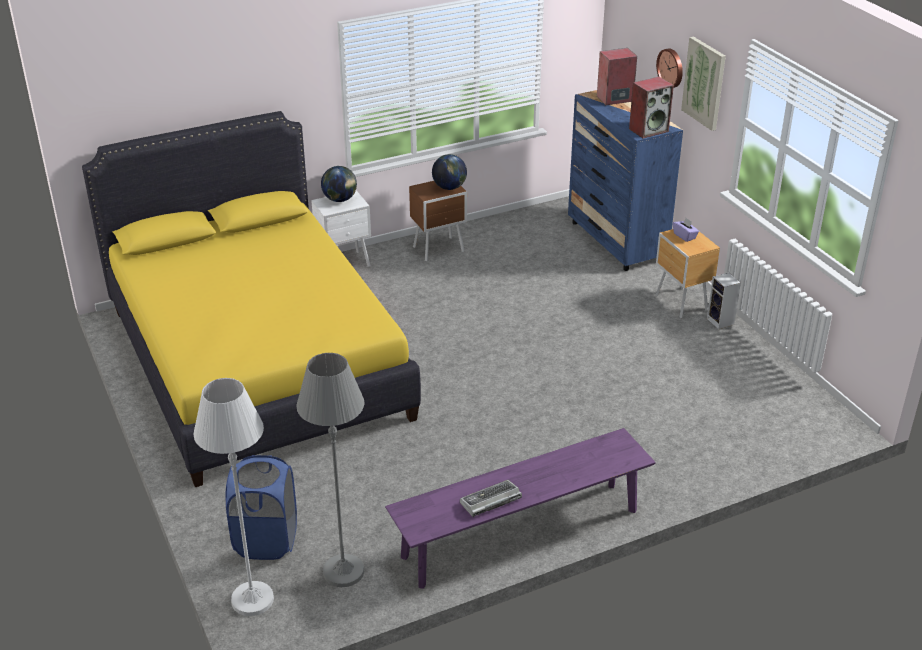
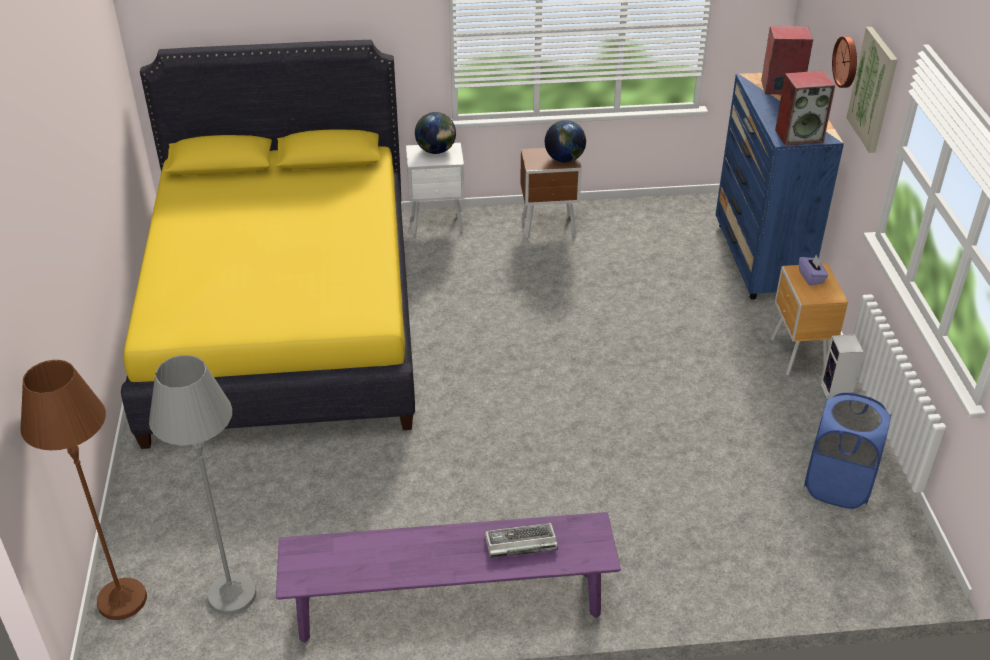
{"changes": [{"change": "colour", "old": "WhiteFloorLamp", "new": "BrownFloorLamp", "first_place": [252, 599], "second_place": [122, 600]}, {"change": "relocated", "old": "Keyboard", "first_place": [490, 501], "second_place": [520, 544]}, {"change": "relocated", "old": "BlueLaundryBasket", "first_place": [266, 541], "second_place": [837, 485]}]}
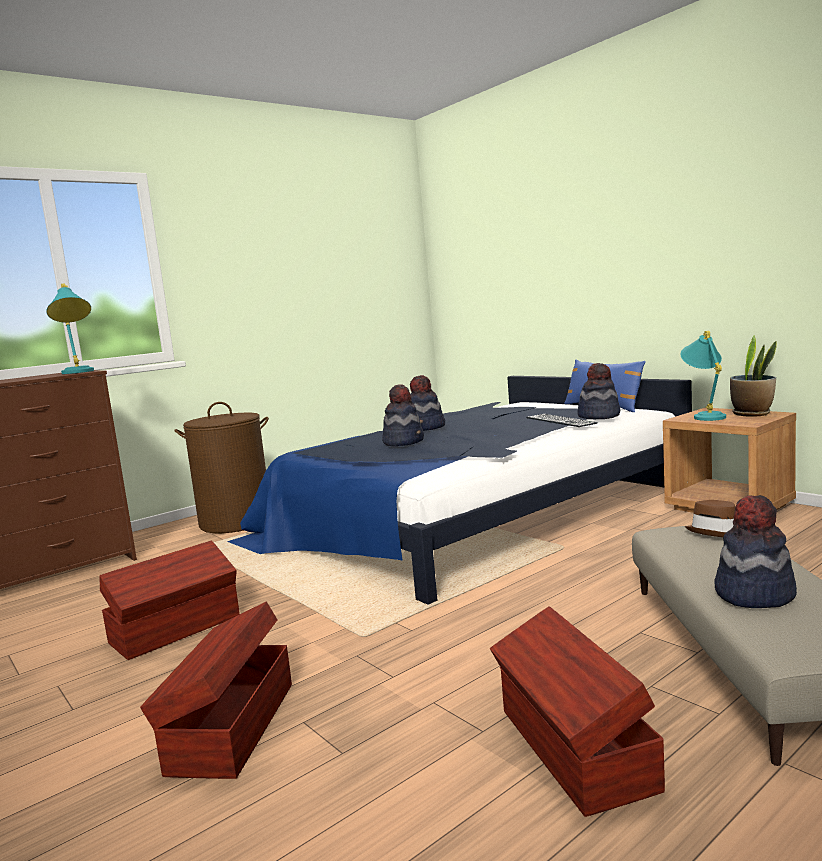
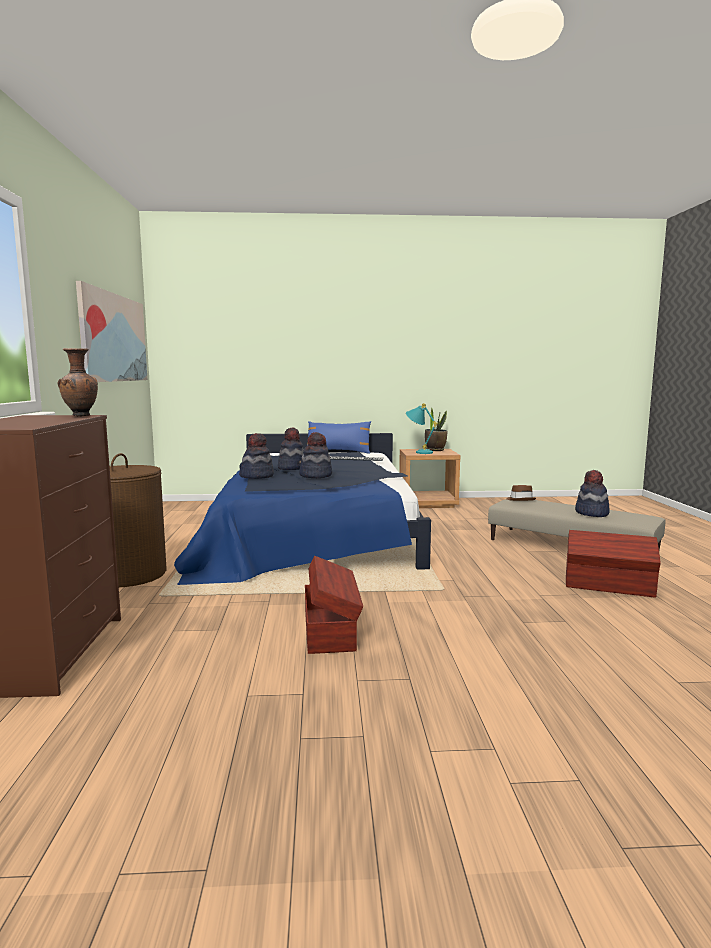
{"changes": [{"change": "exchanged", "old": "TurquoiseTableLamp", "new": "BrownVase", "first_place": [78, 372], "second_place": [81, 416]}, {"change": "appeared", "new": "Picture", "second_place": [115, 338]}, {"change": "relocated", "old": "Hat", "first_place": [599, 416], "second_place": [257, 476]}, {"change": "missing", "old": "BrownStorageBox", "first_place": [230, 727]}]}
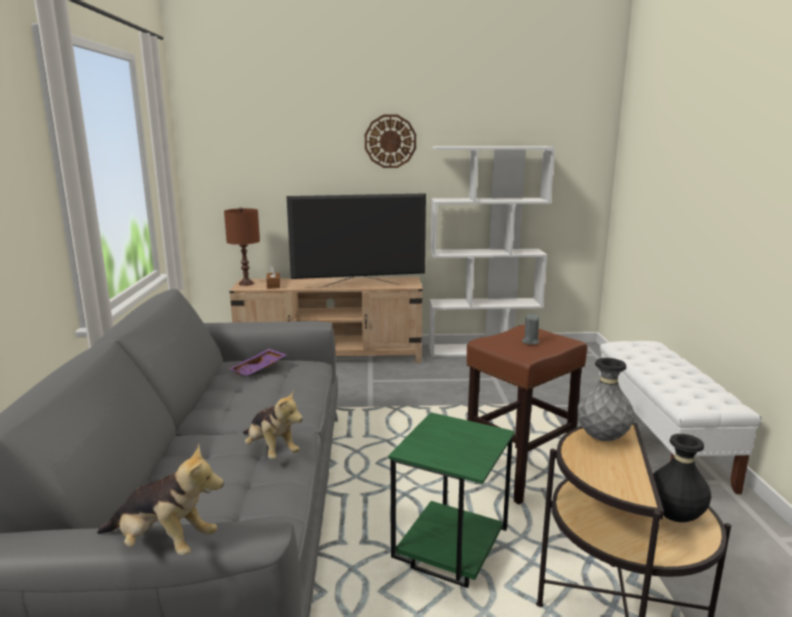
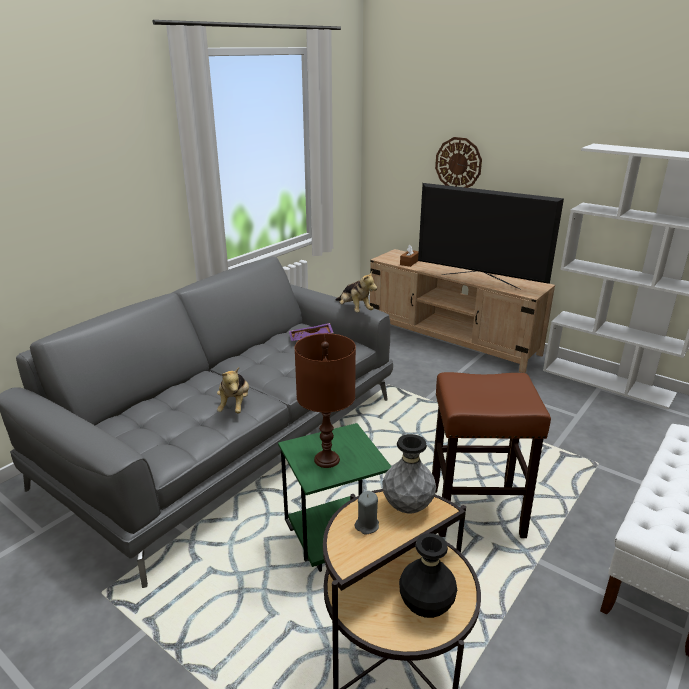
{"changes": [{"change": "relocated", "old": "BrownTableLamp", "first_place": [246, 284], "second_place": [326, 460]}, {"change": "relocated", "old": "PlushToy", "first_place": [163, 544], "second_place": [354, 310]}, {"change": "relocated", "old": "GreyCandle", "first_place": [530, 342], "second_place": [367, 525]}, {"change": "relocated", "old": "WallClock", "first_place": [390, 141], "second_place": [458, 163]}]}
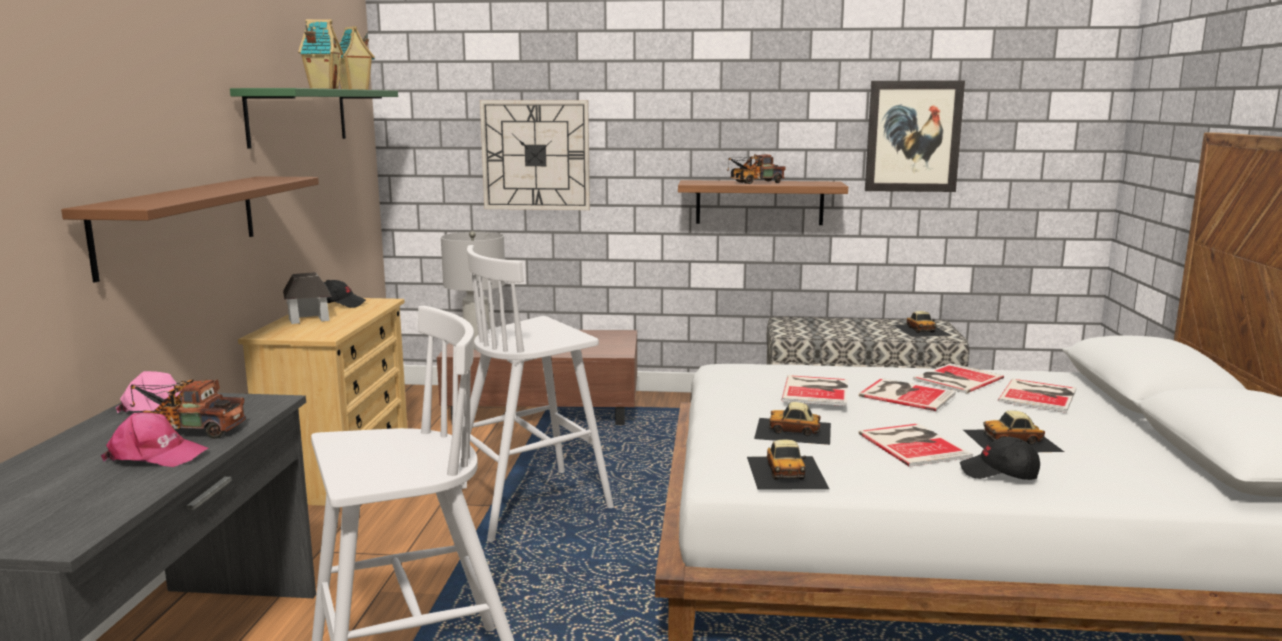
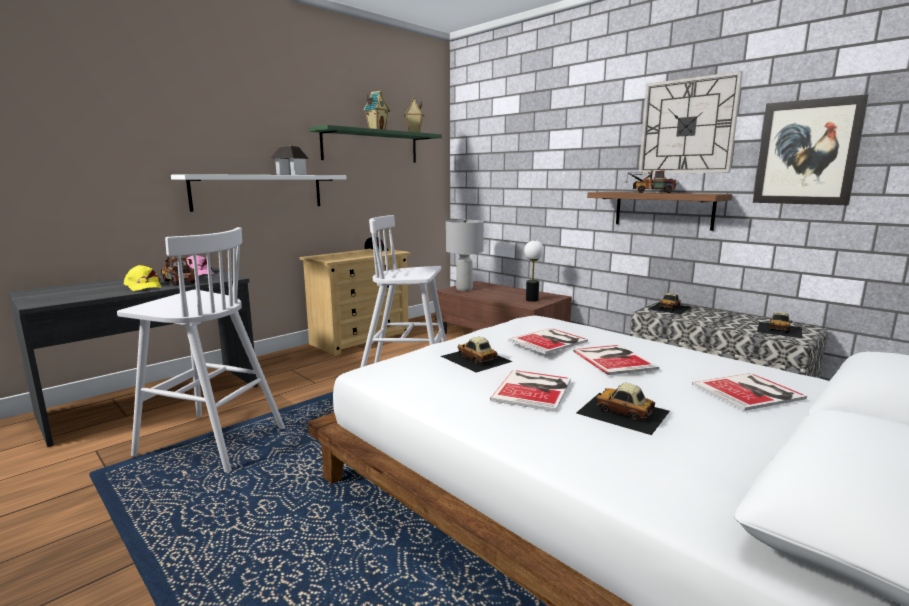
{"changes": [{"change": "colour", "old": "PinkCap", "new": "YellowCap", "first_place": [156, 455], "second_place": [143, 286]}, {"change": "colour", "old": "BrownShelf", "new": "WhiteShelf", "first_place": [179, 223], "second_place": [259, 192]}, {"change": "relocated", "old": "ToyHouse", "first_place": [309, 318], "second_place": [291, 174]}, {"change": "appeared", "new": "TableLamp", "second_place": [532, 300]}, {"change": "relocated", "old": "WallClock", "first_place": [536, 155], "second_place": [687, 126]}, {"change": "relocated", "old": "ToyCar", "first_place": [786, 472], "second_place": [670, 308]}, {"change": "missing", "old": "Book", "first_place": [955, 379]}, {"change": "missing", "old": "BlackCap", "first_place": [999, 473]}]}
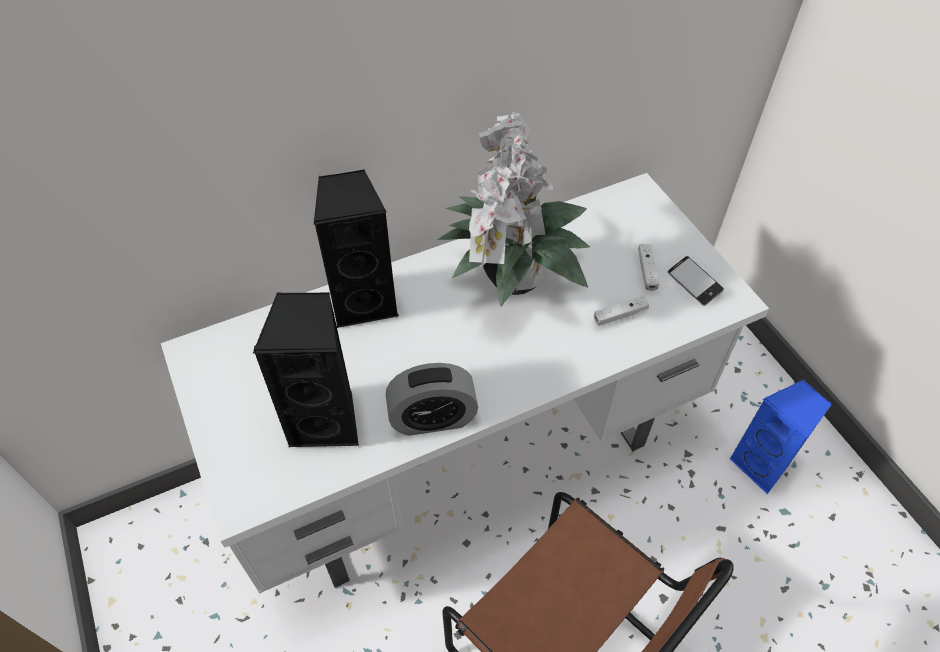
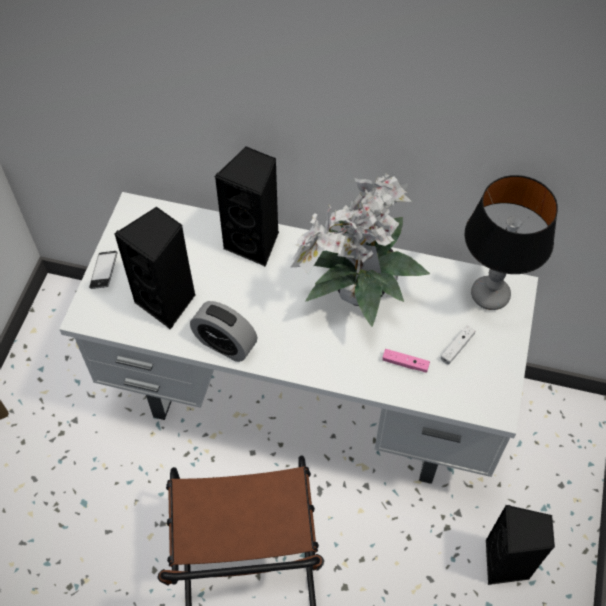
{"changes": [{"change": "relocated", "old": "Phone", "first_place": [694, 284], "second_place": [104, 272]}, {"change": "colour", "old": "WhiteGameController", "new": "PinkGameController", "first_place": [620, 315], "second_place": [405, 363]}, {"change": "appeared", "new": "TableLamp", "second_place": [489, 295]}, {"change": "colour", "old": "BlueSpeaker", "new": "BlackSpeaker", "first_place": [762, 465], "second_place": [506, 564]}]}
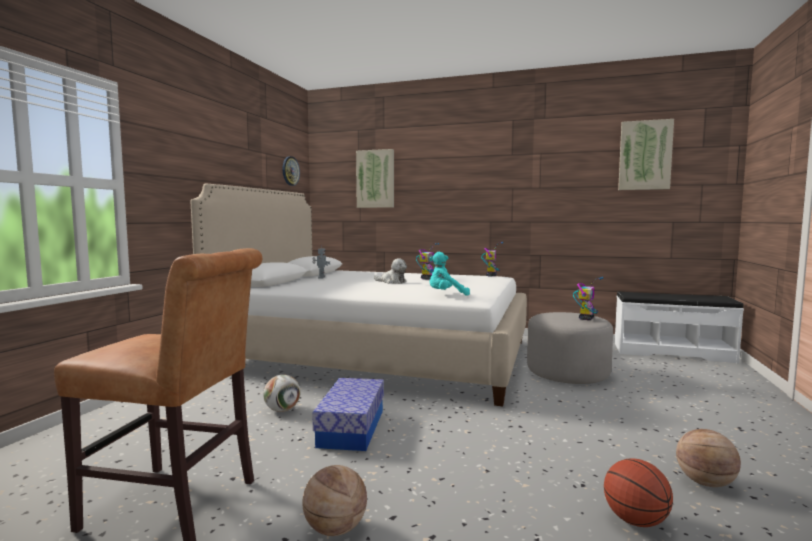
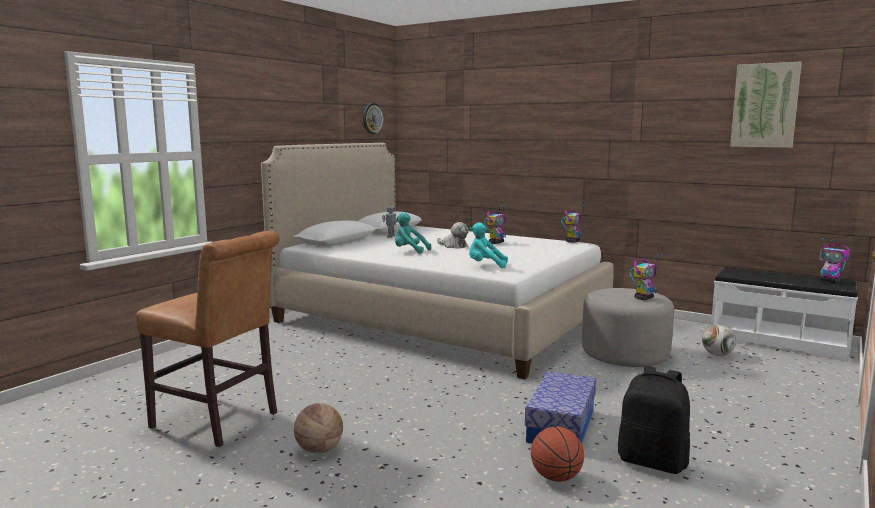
{"changes": [{"change": "appeared", "new": "TurquoisePlushToy", "second_place": [409, 251]}, {"change": "relocated", "old": "StorageBox", "first_place": [351, 428], "second_place": [561, 426]}, {"change": "exchanged", "old": "Basketball", "new": "BlackBackpack", "first_place": [705, 482], "second_place": [653, 461]}, {"change": "relocated", "old": "Football", "first_place": [282, 410], "second_place": [717, 354]}, {"change": "appeared", "new": "ToyRobot", "second_place": [830, 281]}, {"change": "missing", "old": "Picture", "first_place": [375, 179]}]}
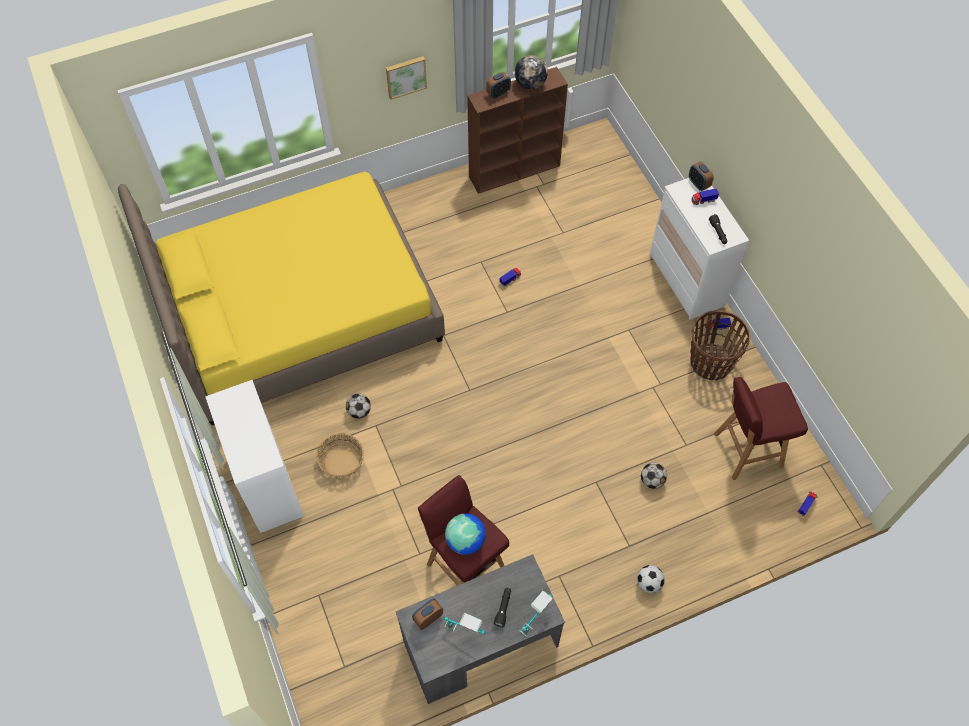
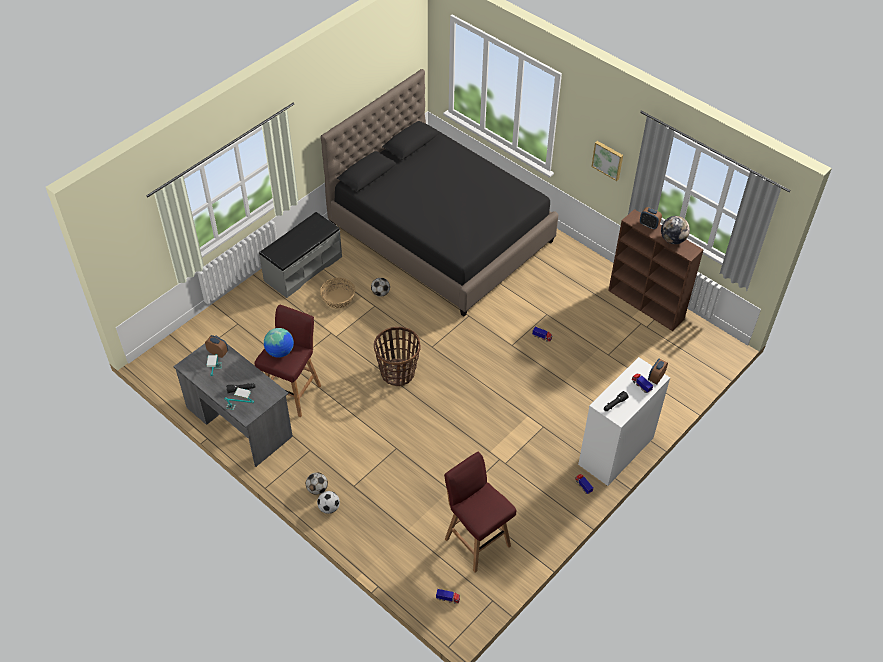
{"changes": [{"change": "exchanged", "old": "WhiteDresser", "new": "GreyBench", "first_place": [268, 484], "second_place": [303, 268]}, {"change": "relocated", "old": "Football", "first_place": [652, 480], "second_place": [317, 489]}, {"change": "colour", "old": "YellowBed", "new": "BlackBed", "first_place": [300, 311], "second_place": [441, 232]}, {"change": "relocated", "old": "Basket", "first_place": [710, 363], "second_place": [397, 372]}]}
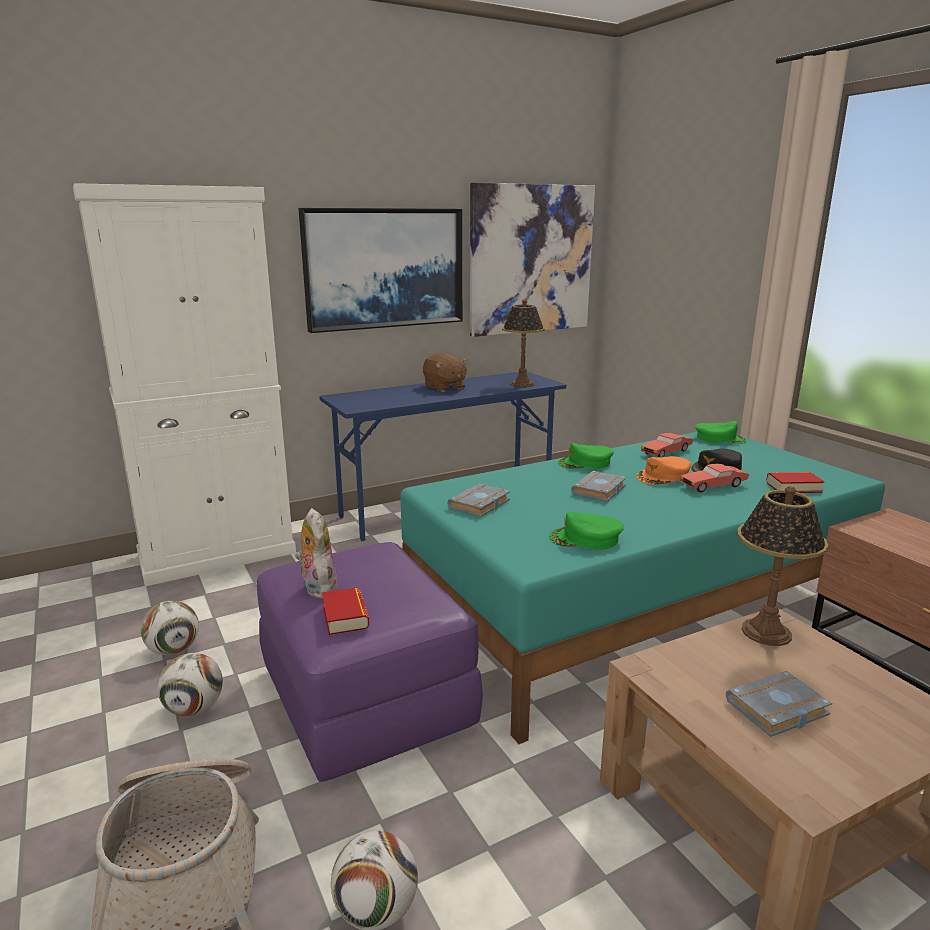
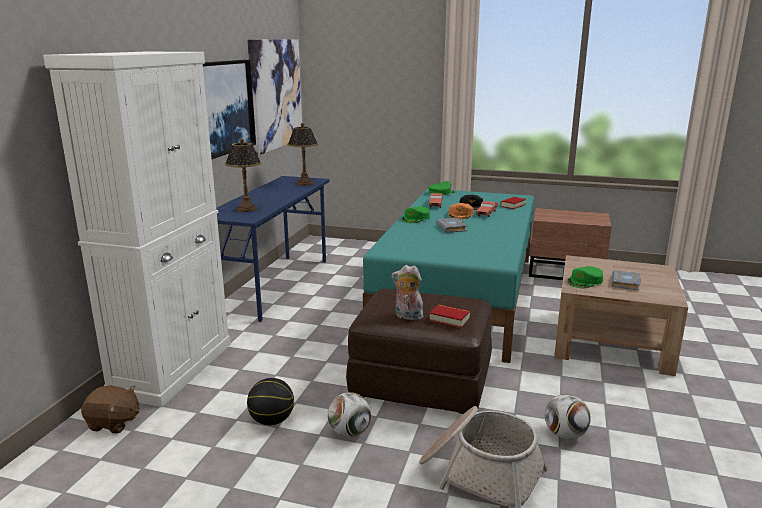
{"changes": [{"change": "relocated", "old": "BrownPlushToy", "first_place": [444, 387], "second_place": [114, 423]}, {"change": "relocated", "old": "TableLamp", "first_place": [766, 632], "second_place": [247, 209]}, {"change": "exchanged", "old": "Football", "new": "Basketball", "first_place": [174, 650], "second_place": [272, 420]}, {"change": "colour", "old": "PurpleOttoman", "new": "BrownOttoman", "first_place": [367, 698], "second_place": [422, 382]}, {"change": "relocated", "old": "GreenCap", "first_place": [585, 539], "second_place": [585, 281]}, {"change": "missing", "old": "GreyBook", "first_place": [480, 505]}]}
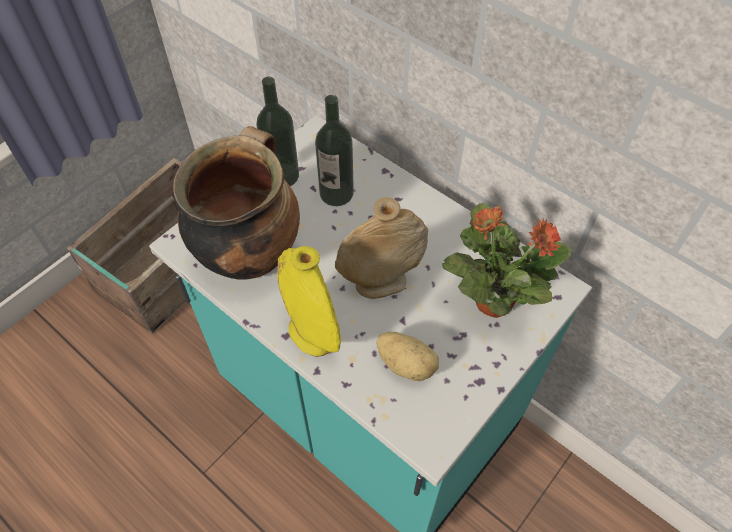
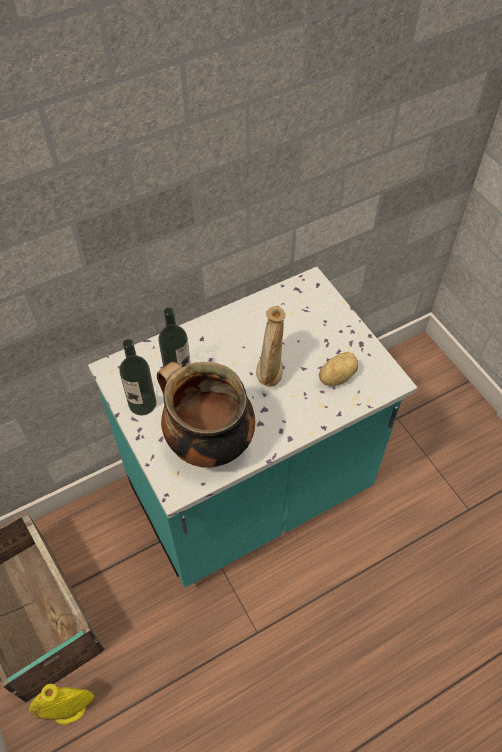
{"changes": [{"change": "relocated", "old": "YellowVase", "first_place": [312, 335], "second_place": [70, 710]}, {"change": "missing", "old": "PottedPlant", "first_place": [492, 300]}]}
